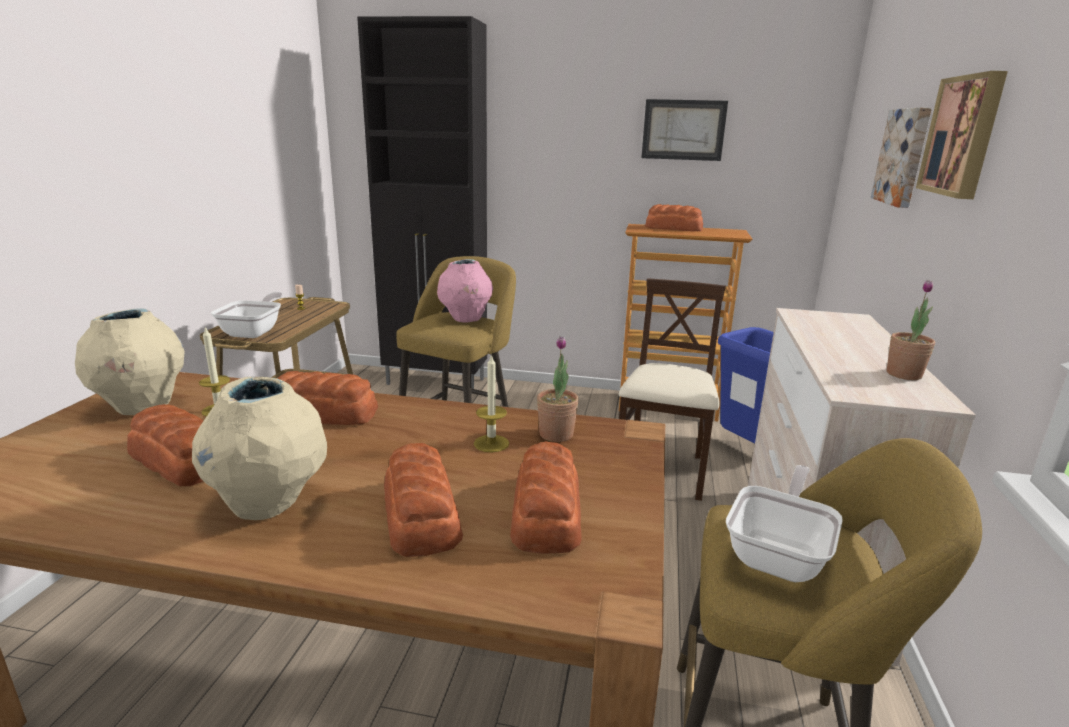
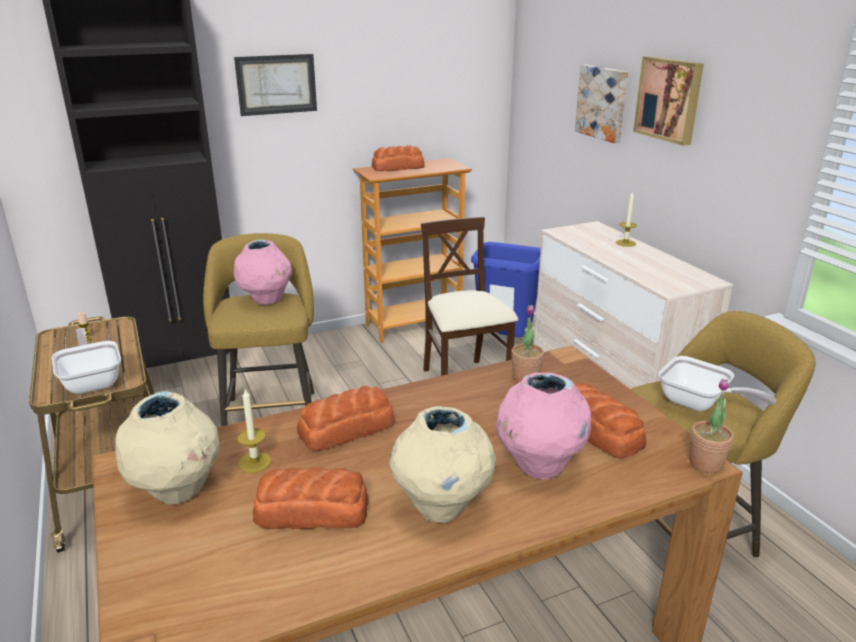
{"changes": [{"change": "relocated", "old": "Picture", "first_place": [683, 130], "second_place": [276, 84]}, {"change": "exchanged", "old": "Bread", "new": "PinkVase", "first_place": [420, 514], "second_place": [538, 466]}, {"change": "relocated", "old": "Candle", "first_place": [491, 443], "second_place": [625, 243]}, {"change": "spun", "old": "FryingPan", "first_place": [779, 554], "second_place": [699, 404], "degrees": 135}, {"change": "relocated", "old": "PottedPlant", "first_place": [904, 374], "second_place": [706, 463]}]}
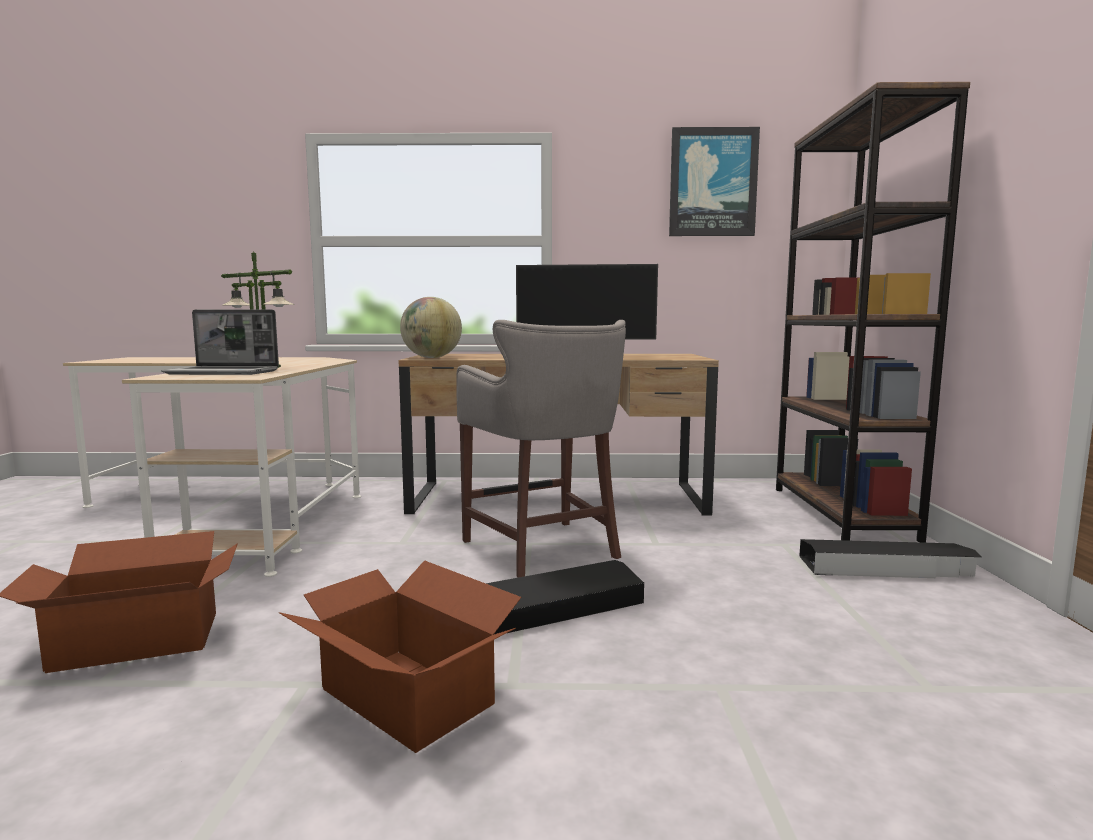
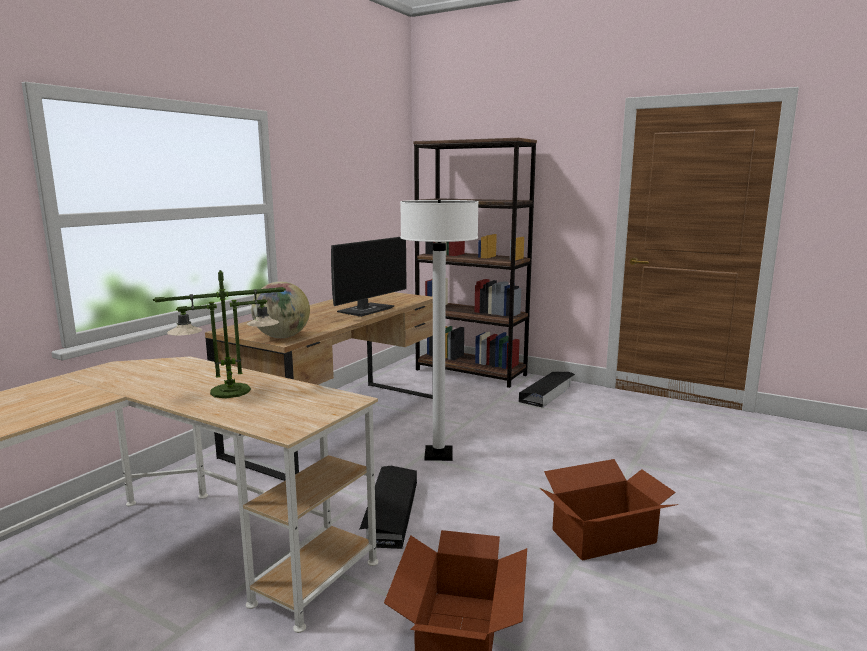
{"changes": [{"change": "relocated", "old": "BlackStorageBox", "first_place": [552, 609], "second_place": [390, 512]}, {"change": "exchanged", "old": "GreyStool", "new": "WhiteFloorLamp", "first_place": [544, 550], "second_place": [438, 455]}, {"change": "missing", "old": "Laptop", "first_place": [224, 373]}, {"change": "missing", "old": "Picture", "first_place": [713, 183]}]}
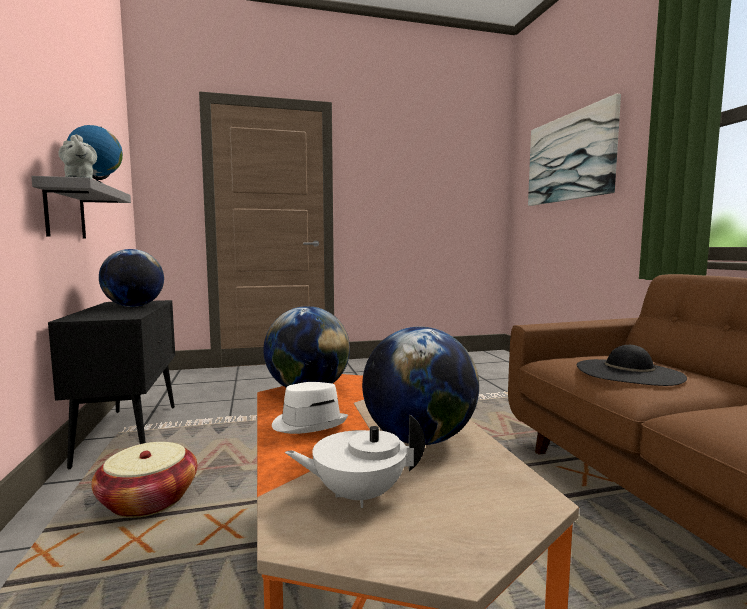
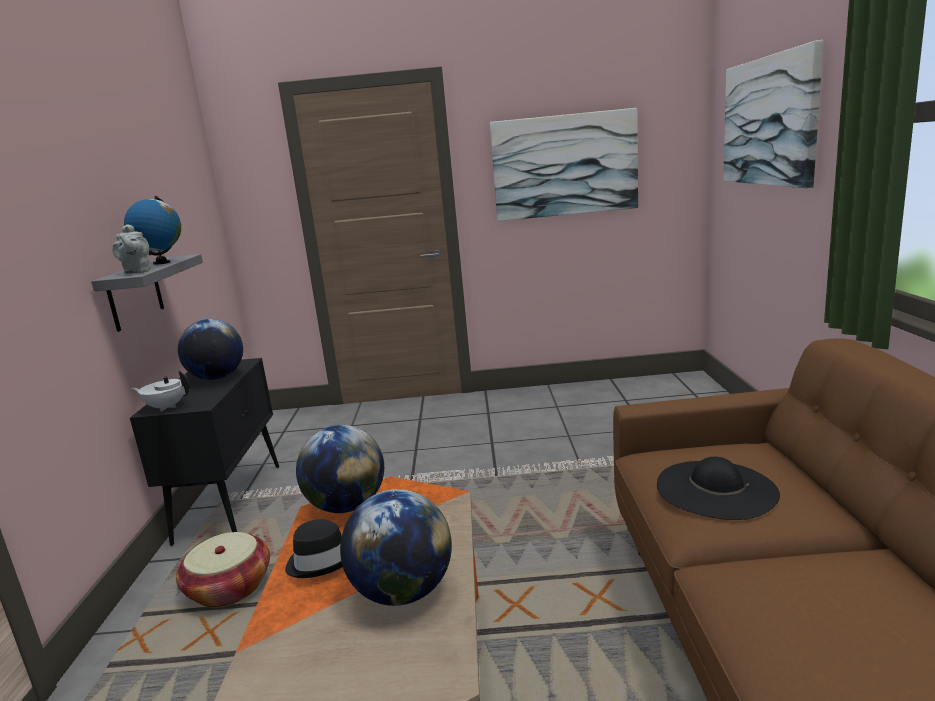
{"changes": [{"change": "relocated", "old": "WhiteTeapot", "first_place": [358, 495], "second_place": [166, 407]}, {"change": "colour", "old": "WhiteHat", "new": "BlackHat", "first_place": [309, 423], "second_place": [321, 560]}, {"change": "appeared", "new": "Picture", "second_place": [564, 165]}]}
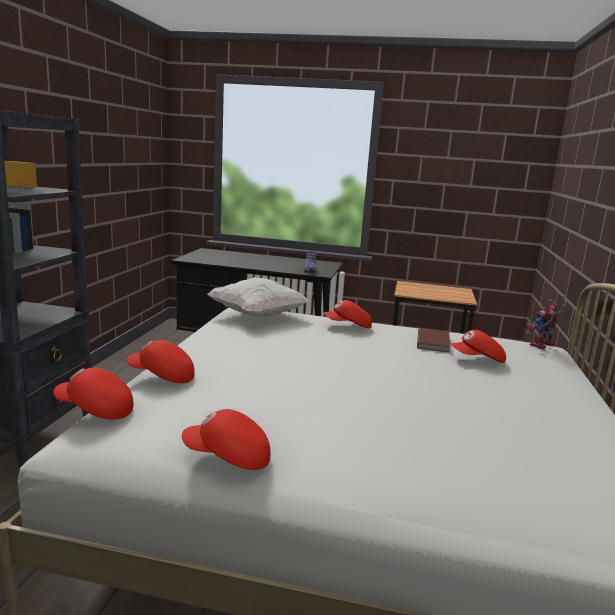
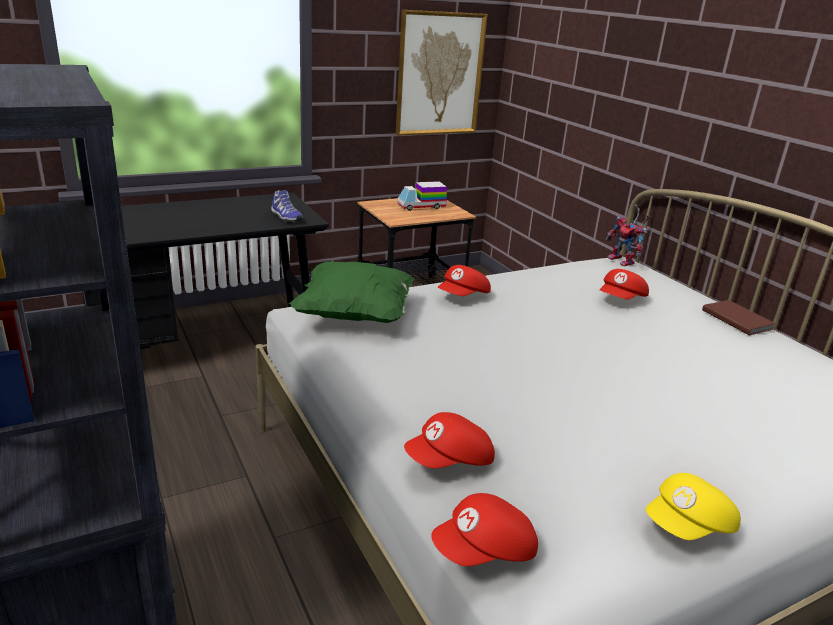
{"changes": [{"change": "colour", "old": "WhitePillow", "new": "GreenPillow", "first_place": [257, 315], "second_place": [355, 315]}, {"change": "appeared", "new": "Picture", "second_place": [439, 74]}, {"change": "appeared", "new": "ToyTruck", "second_place": [421, 206]}, {"change": "spun", "old": "ToyRobot", "first_place": [542, 346], "second_place": [624, 261], "degrees": -45}, {"change": "colour", "old": "RedCap", "new": "YellowCap", "first_place": [227, 458], "second_place": [689, 527]}, {"change": "relocated", "old": "BrownBook", "first_place": [434, 342], "second_place": [737, 319]}]}
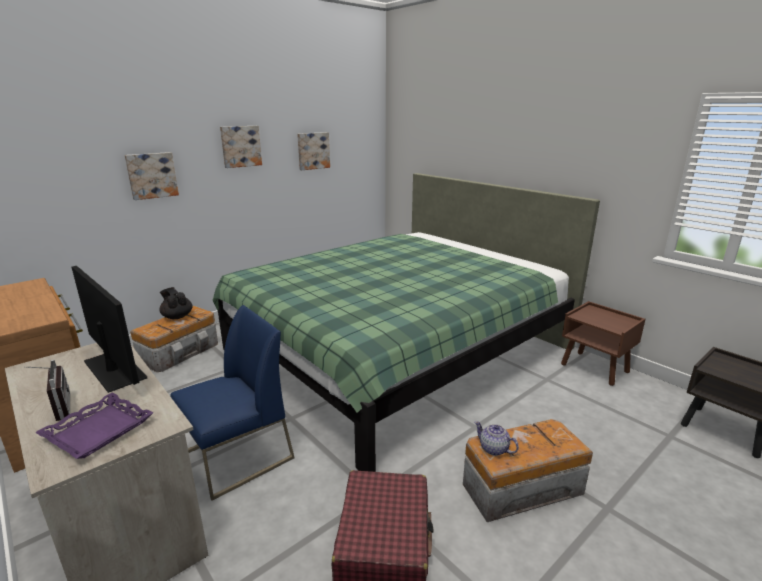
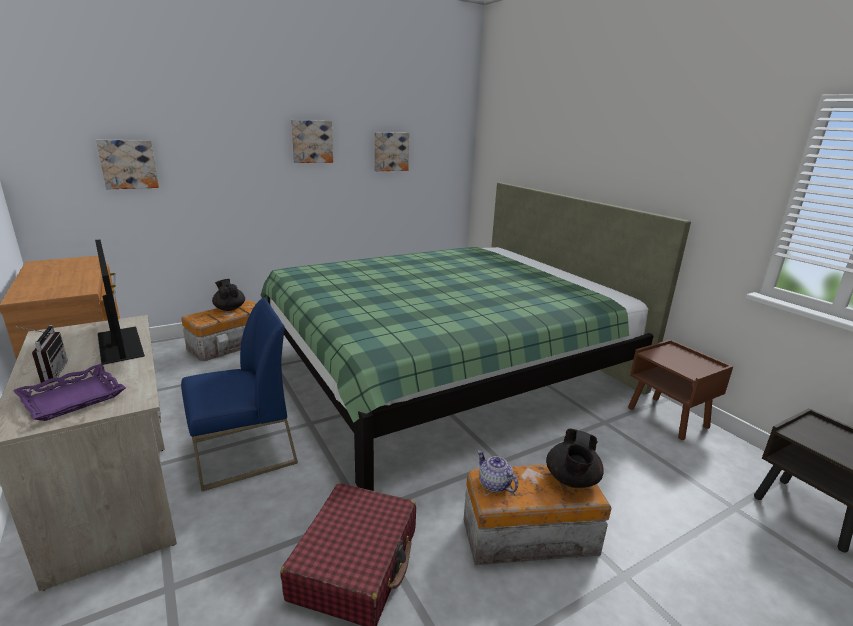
{"changes": [{"change": "relocated", "old": "Picture", "first_place": [151, 175], "second_place": [128, 164]}, {"change": "appeared", "new": "BlackTeapot", "second_place": [571, 480]}]}
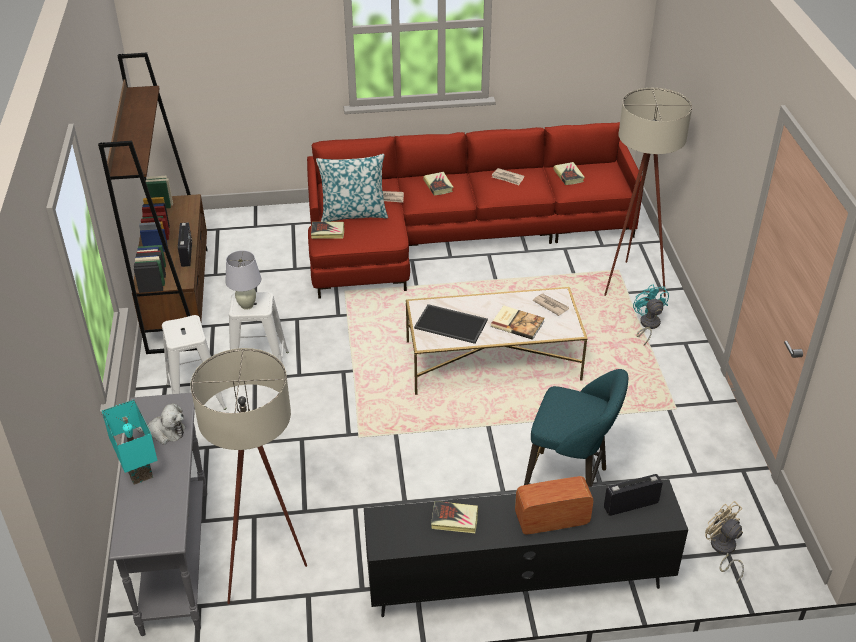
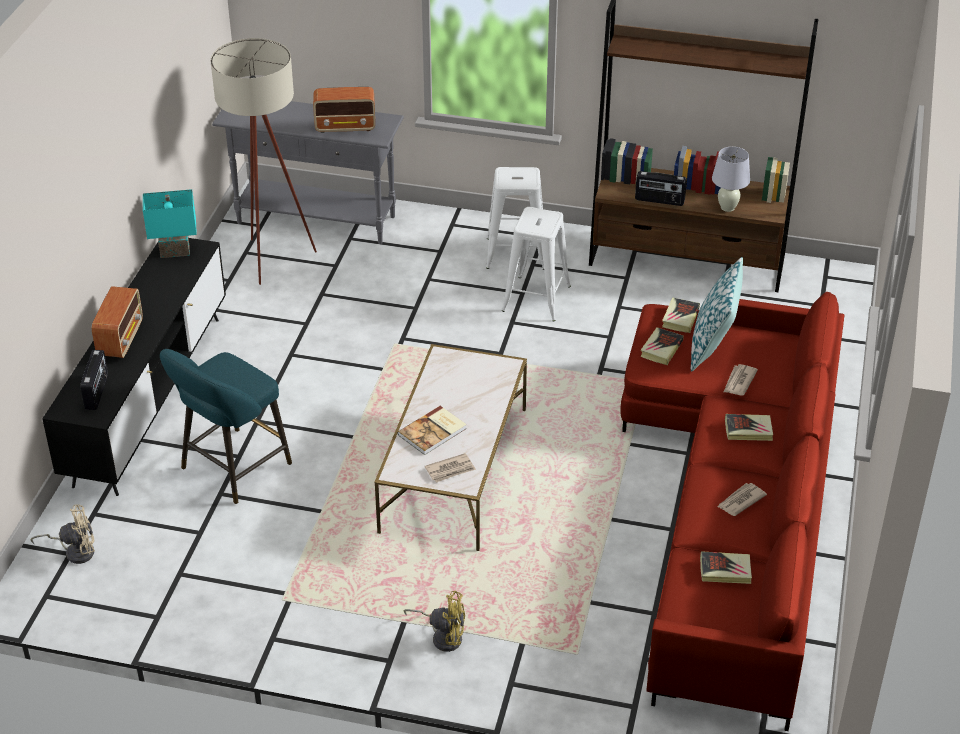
{"changes": [{"change": "relocated", "old": "TurquoiseTableLamp", "first_place": [136, 471], "second_place": [175, 250]}, {"change": "exchanged", "old": "PlushToy", "new": "Radio", "first_place": [165, 432], "second_place": [346, 126]}, {"change": "colour", "old": "TurquoiseFan", "new": "YellowFan", "first_place": [647, 325], "second_place": [443, 636]}, {"change": "relocated", "old": "Book", "first_place": [454, 519], "second_place": [661, 349]}, {"change": "relocated", "old": "WhiteTableLamp", "first_place": [247, 305], "second_place": [727, 208]}, {"change": "missing", "old": "Tray", "first_place": [452, 324]}, {"change": "missing", "old": "BeigeFloorLamp", "first_place": [631, 279]}]}
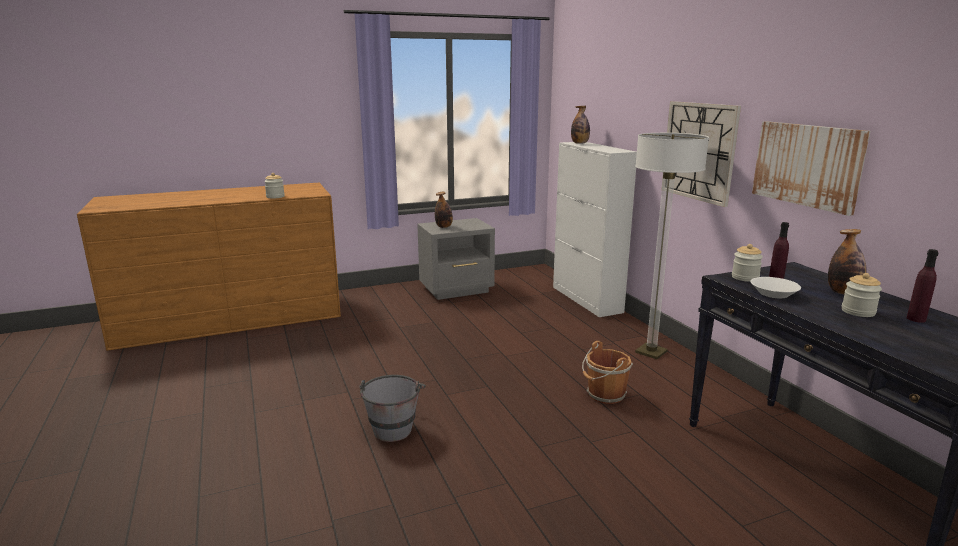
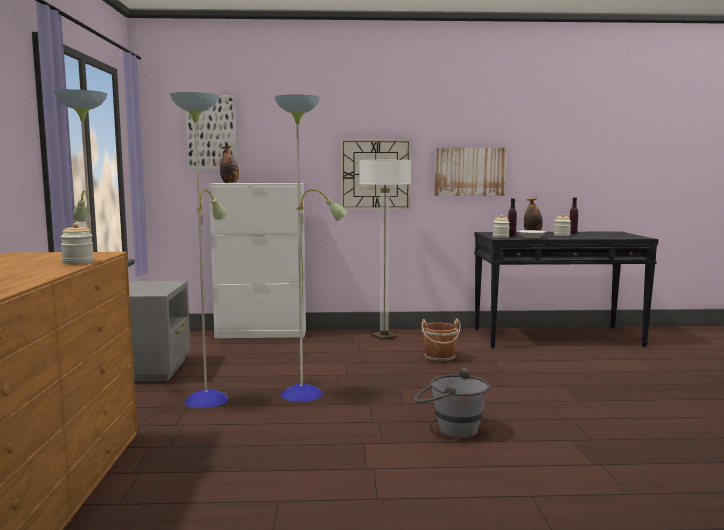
{"changes": [{"change": "appeared", "new": "FloorLamp", "second_place": [207, 398]}, {"change": "appeared", "new": "Picture", "second_place": [211, 132]}, {"change": "missing", "old": "Bottle", "first_place": [444, 227]}]}
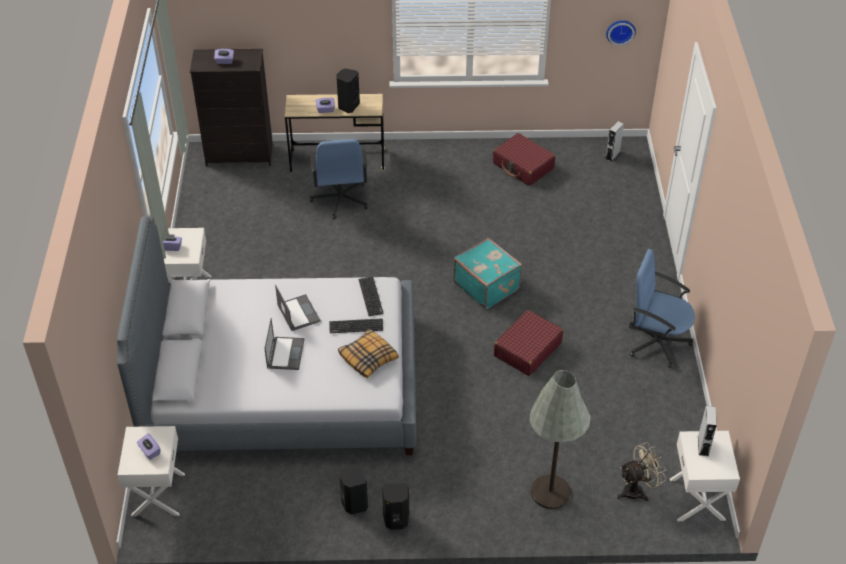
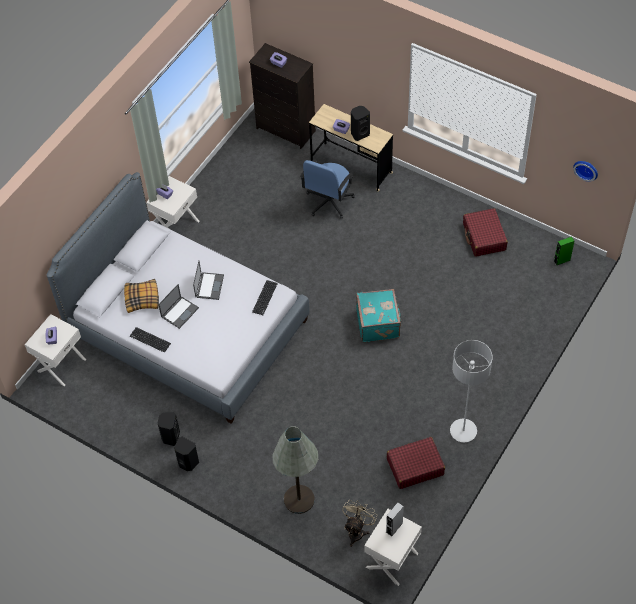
{"changes": [{"change": "relocated", "old": "Pillow", "first_place": [368, 358], "second_place": [142, 298]}, {"change": "relocated", "old": "Keyboard", "first_place": [356, 326], "second_place": [150, 340]}, {"change": "spun", "old": "BeigeFan", "first_place": [637, 490], "second_place": [357, 531], "degrees": -75}, {"change": "relocated", "old": "RedSuitcase", "first_place": [527, 349], "second_place": [415, 466]}, {"change": "exchanged", "old": "BlueOfficeChair", "new": "GreyFloorLamp", "first_place": [656, 342], "second_place": [463, 431]}, {"change": "colour", "old": "GreySpeaker", "new": "GreenSpeaker", "first_place": [612, 155], "second_place": [562, 260]}]}
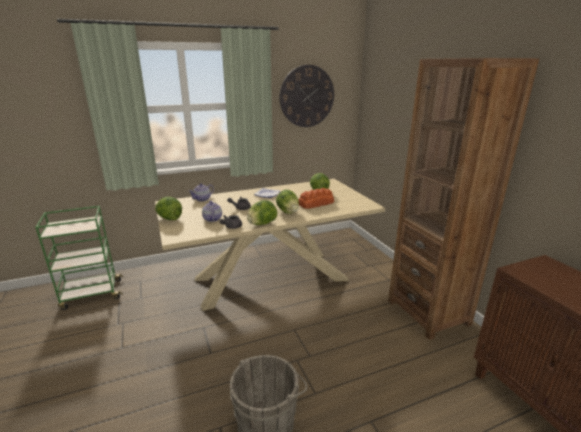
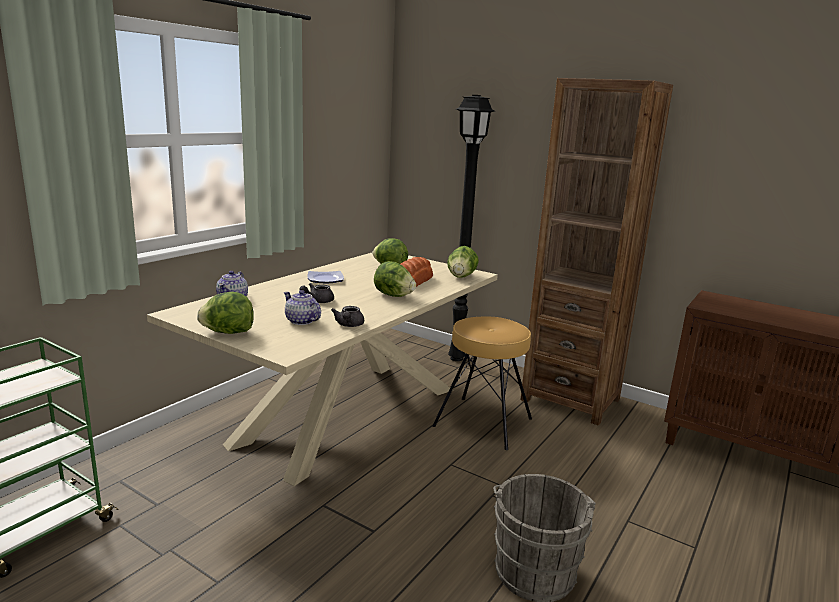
{"changes": [{"change": "appeared", "new": "BrownStool", "second_place": [483, 423]}, {"change": "relocated", "old": "Lettuce", "first_place": [262, 224], "second_place": [461, 277]}, {"change": "appeared", "new": "BlackFloorLamp", "second_place": [458, 358]}, {"change": "missing", "old": "WallClock", "first_place": [307, 96]}]}
